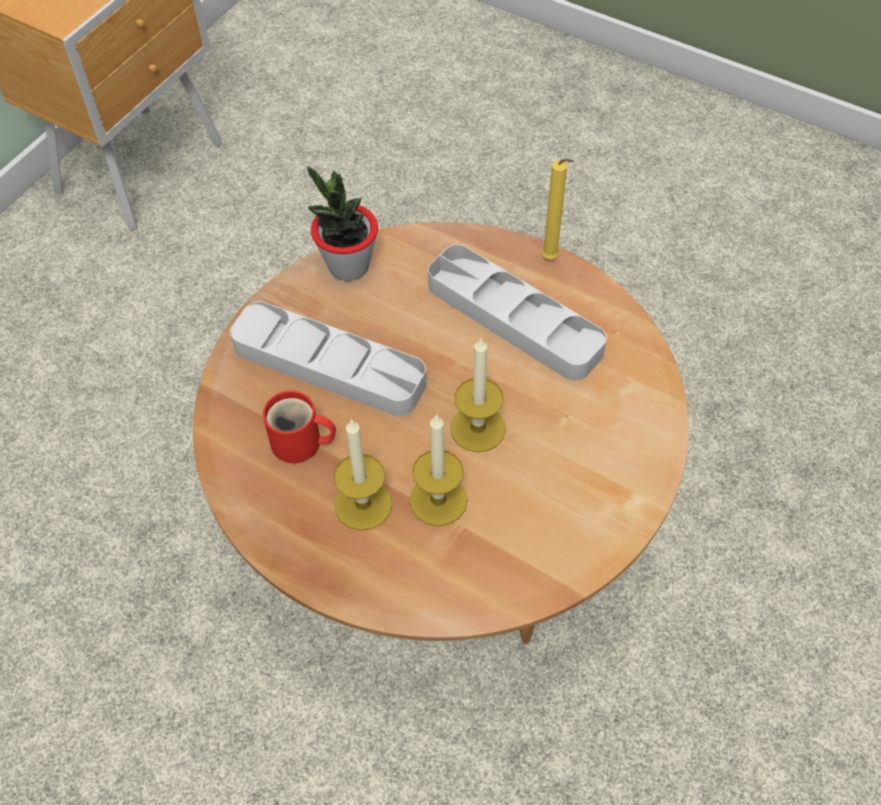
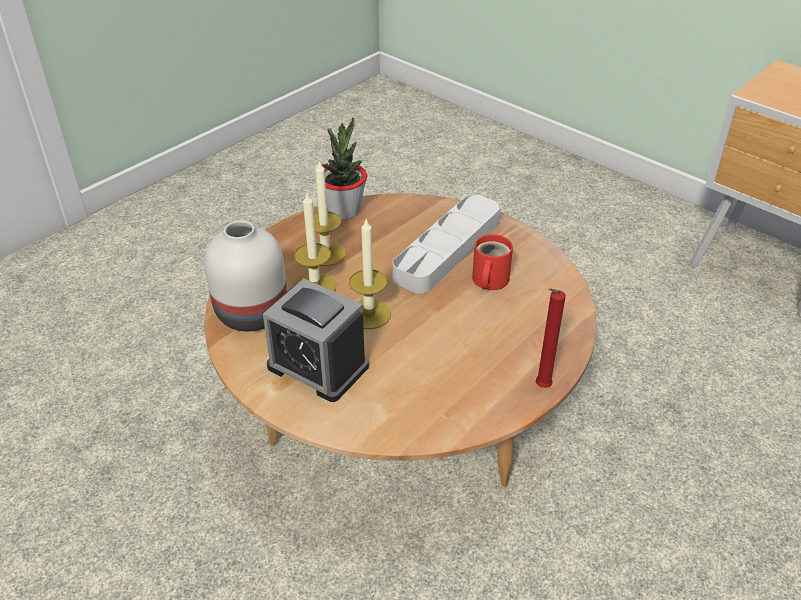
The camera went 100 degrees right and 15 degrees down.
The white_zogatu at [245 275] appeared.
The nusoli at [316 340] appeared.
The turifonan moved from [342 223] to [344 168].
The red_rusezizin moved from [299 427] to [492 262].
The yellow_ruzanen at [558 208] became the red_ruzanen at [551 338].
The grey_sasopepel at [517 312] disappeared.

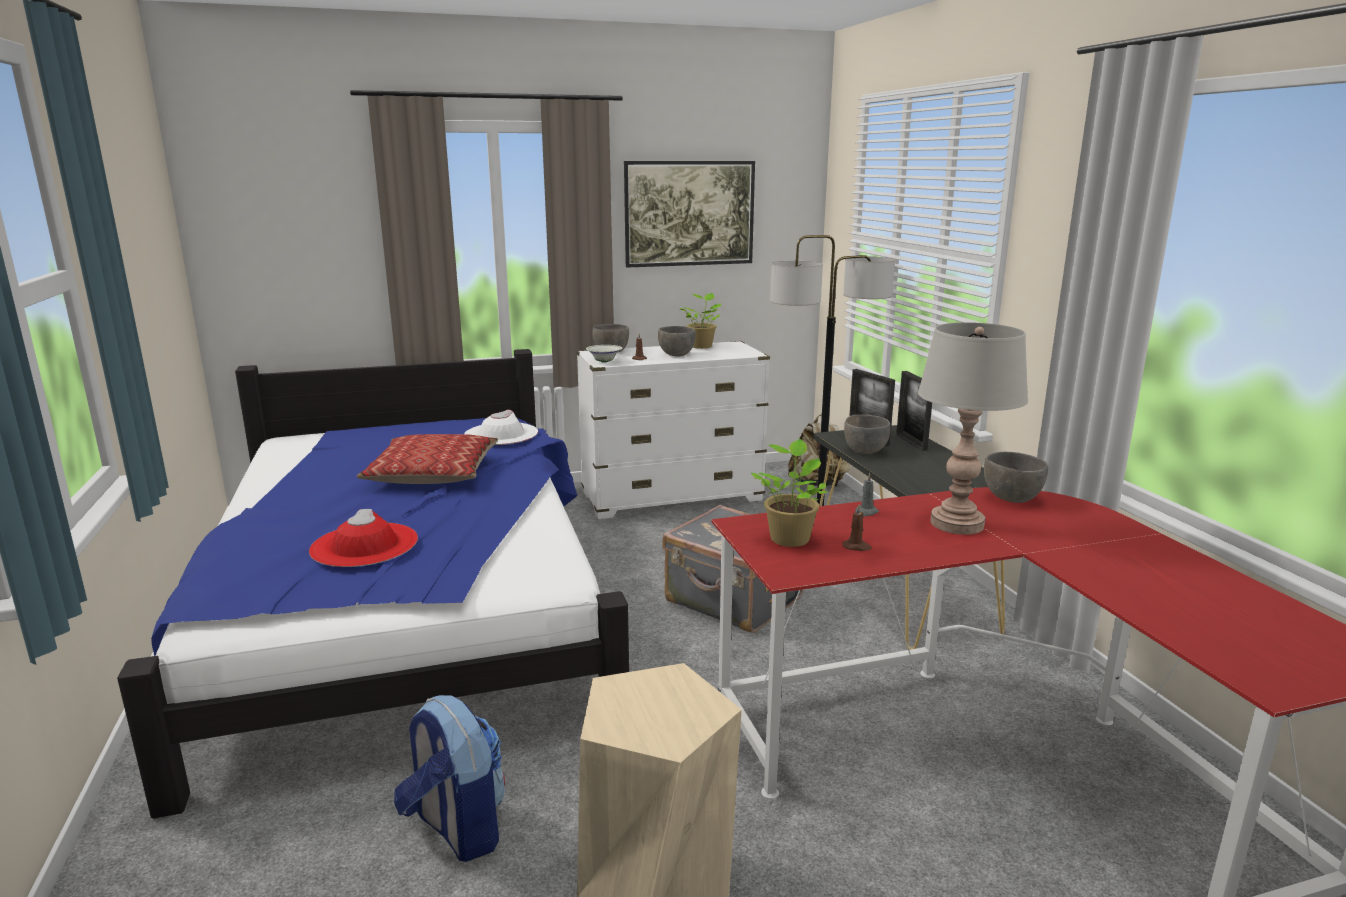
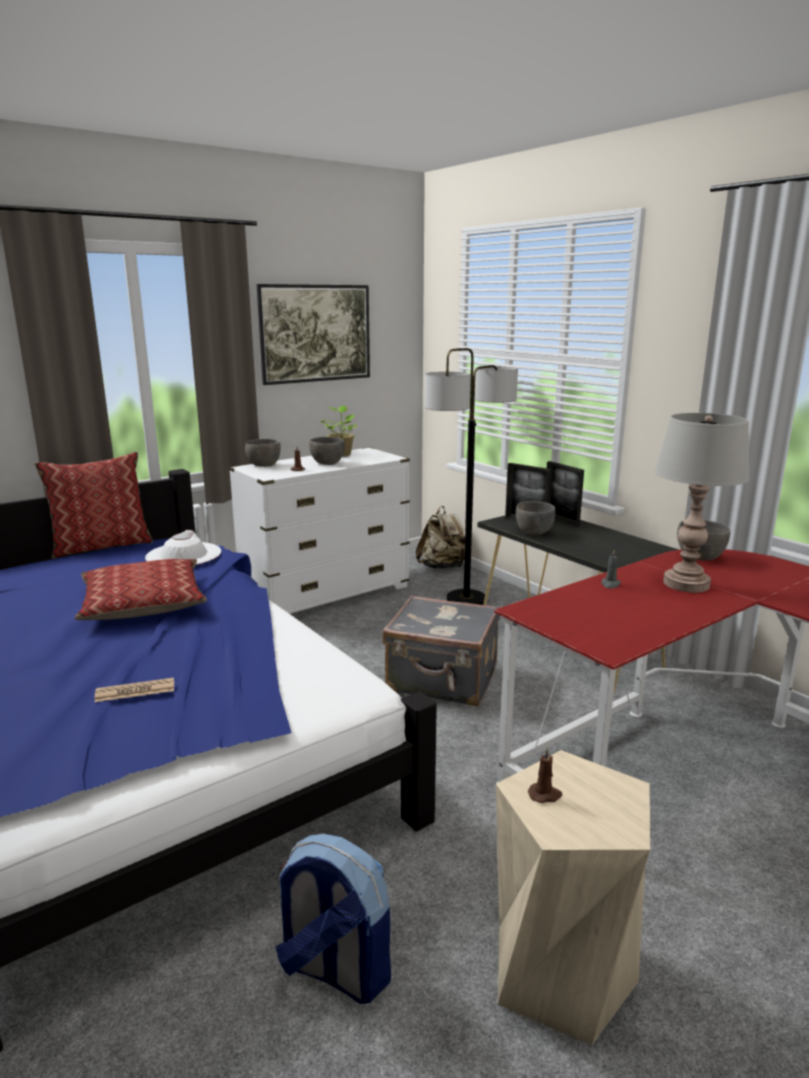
The camera went 20 degrees left and 0 degrees up.
The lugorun at [93 505] appeared.
The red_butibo at [363 538] was replaced by the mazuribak at [134 690].
The brown_ruzanen moved from [857 528] to [545 775].
The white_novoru at [604 354] disappeared.
The turifonan at [789 493] disappeared.

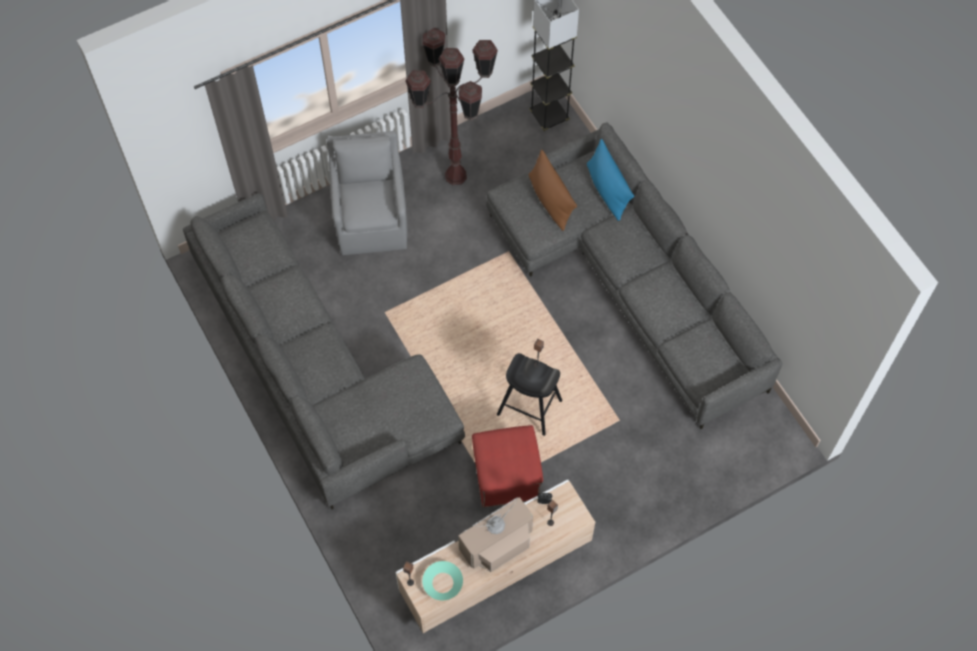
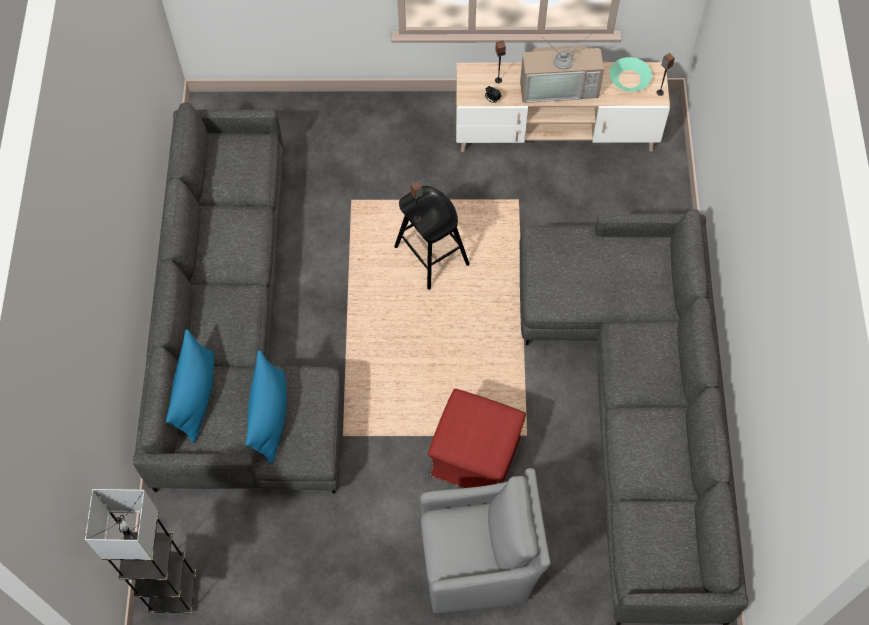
The camera went 150 degrees left and 0 degrees up.
The brown_lugorun at [553 190] became the blue_lugorun at [266 407].
The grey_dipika at [366 193] turned 120 degrees counterclockwise.
The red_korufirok moved from [507 466] to [477 438].
The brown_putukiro at [451 106] disappeared.

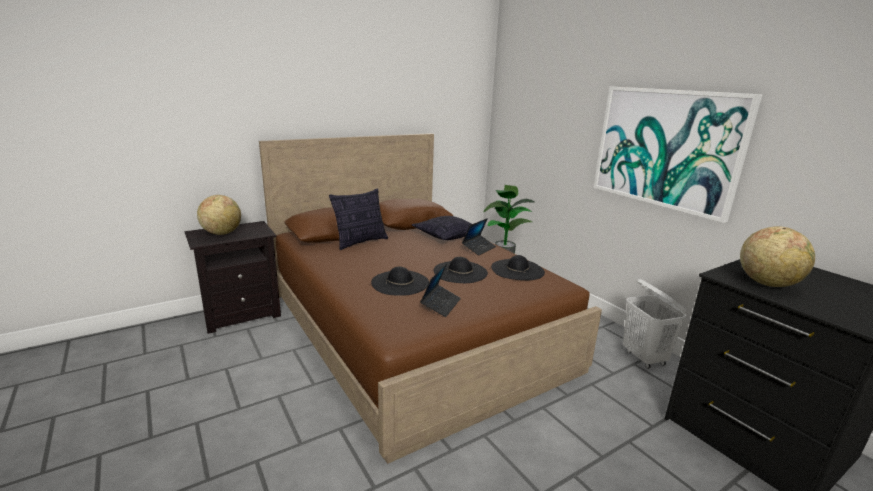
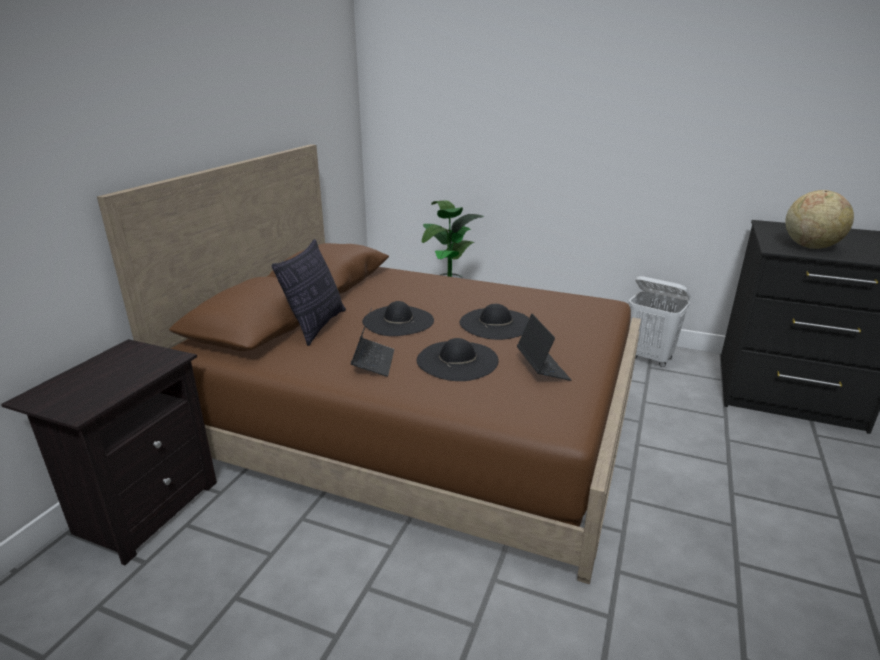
The camera went 35 degrees left and 5 degrees up.
The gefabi moved from [479 237] to [372 342].
The black_butibo moved from [518 267] to [398 318].
The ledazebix at [219 215] disappeared.
The lugorun at [442 228] disappeared.
The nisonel at [678 155] disappeared.

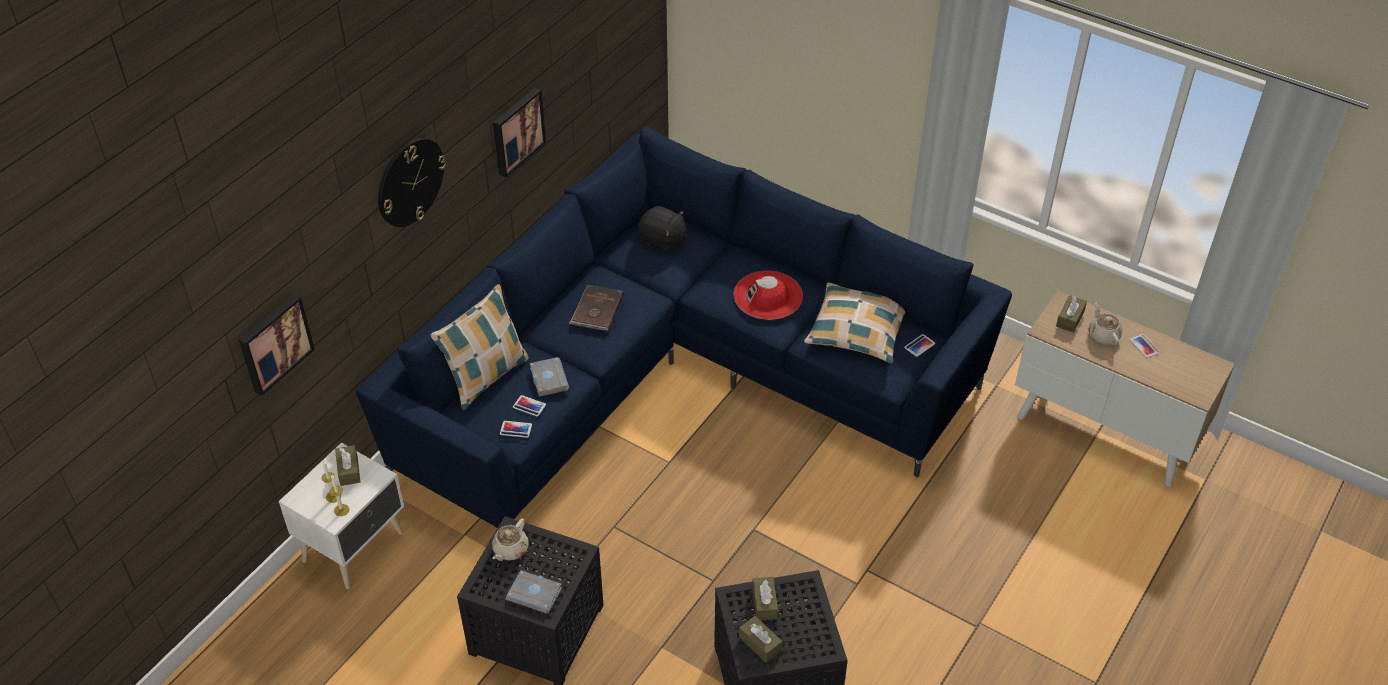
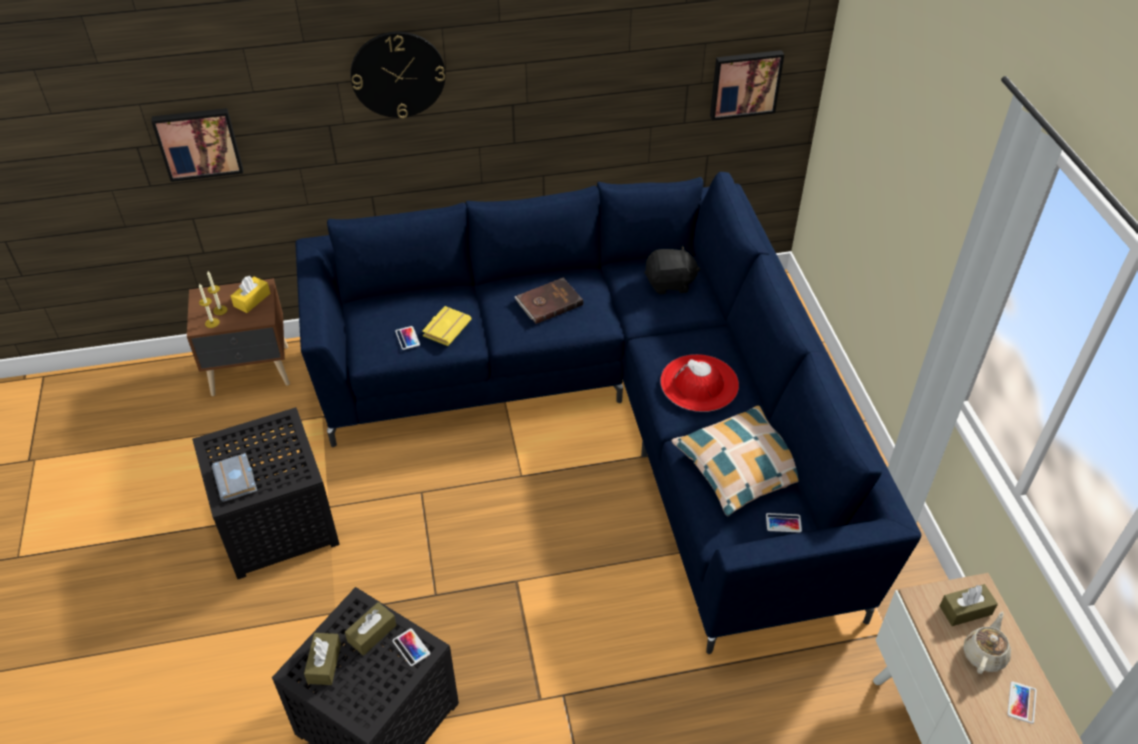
The camera went 45 degrees right and 0 degrees up.
The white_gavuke at [341 516] became the brown_gavuke at [238 337].
The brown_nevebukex at [347 465] became the yellow_nevebukex at [250 294].
The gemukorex moved from [516 429] to [411 647].
The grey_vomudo at [549 377] became the yellow_vomudo at [447 326].
The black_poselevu at [663 229] turned 75 degrees counterclockwise.
The nisonel moved from [519 133] to [747 85].
The lugorun at [479 347] disappeared.
The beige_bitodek at [510 539] disappeared.

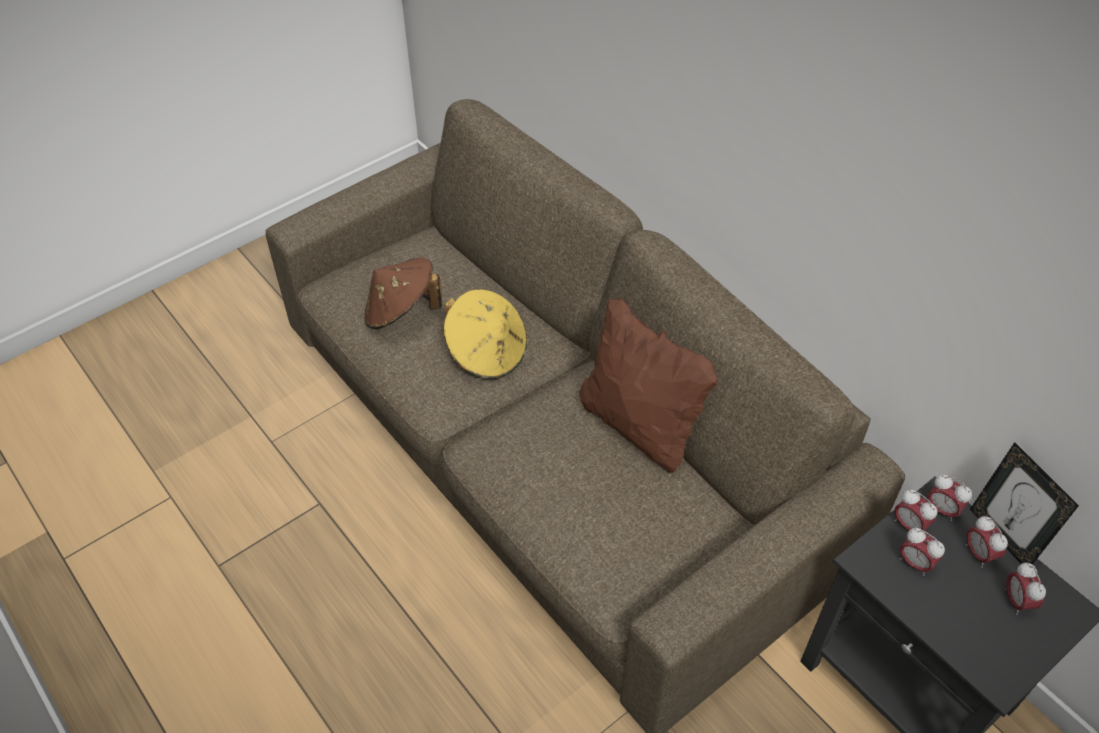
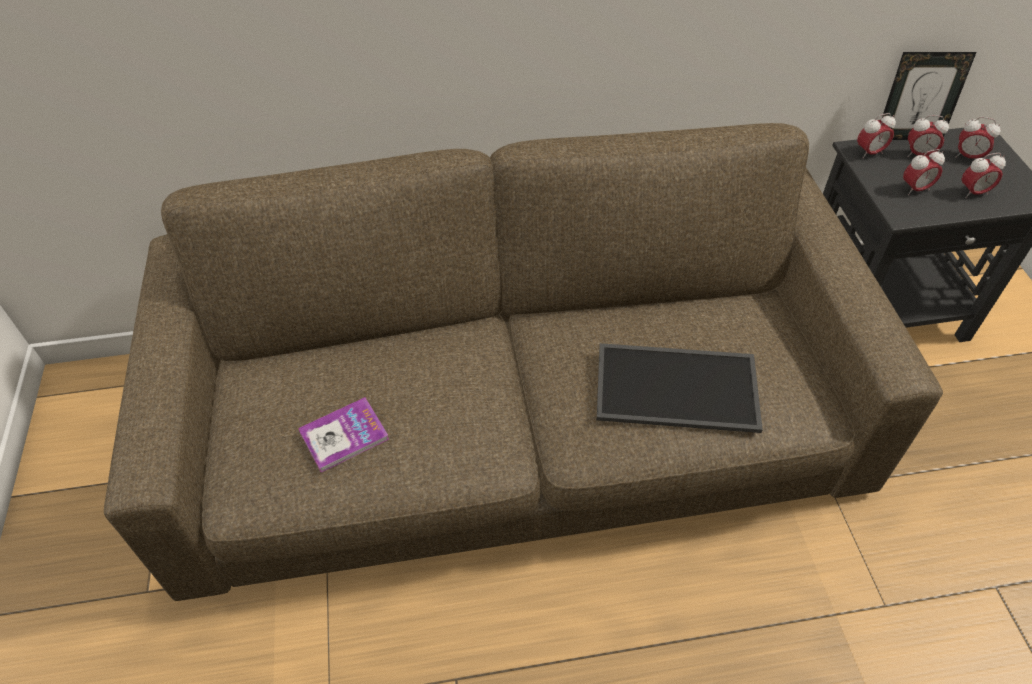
The camera went 60 degrees left and 0 degrees up.
The brown_butibo at [403 293] was replaced by the vomudo at [343 434].
The sasopepel at [680 388] appeared.
The nusoli moved from [915 510] to [983 175].
The yellow_butibo at [485 334] disappeared.
The brown_lugorun at [648 385] disappeared.

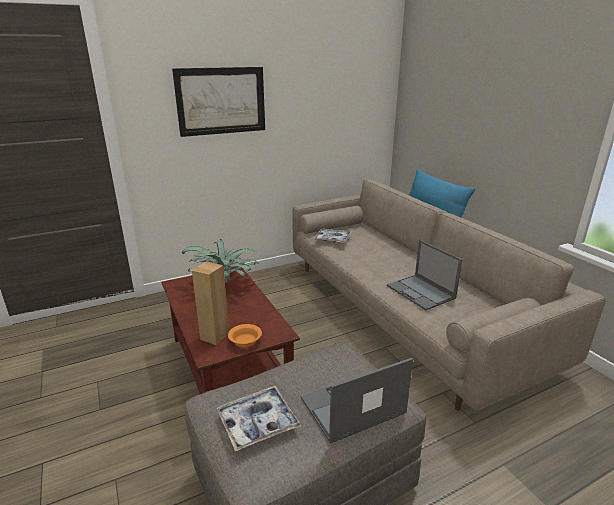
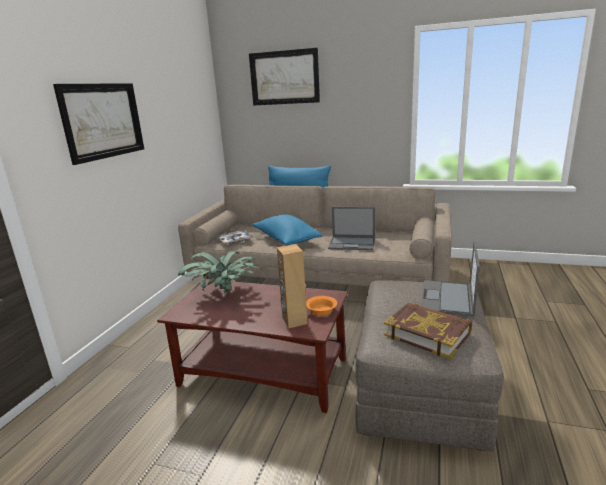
The camera went 45 degrees left and 5 degrees down.
The nisonel at [284 76] appeared.
The blue_lugorun at [287 229] appeared.
The sasopepel at [259 418] was replaced by the vomudo at [428 331].

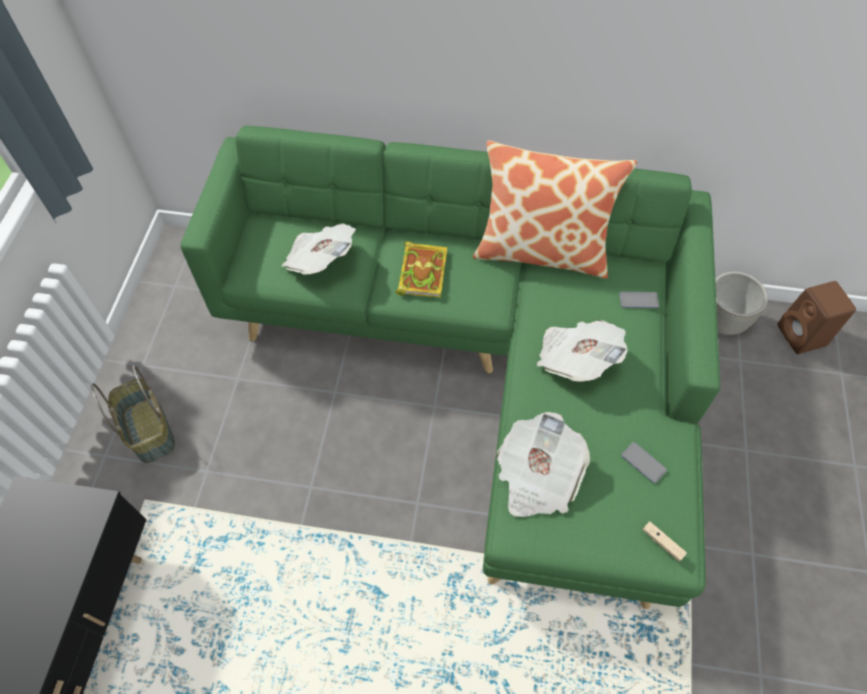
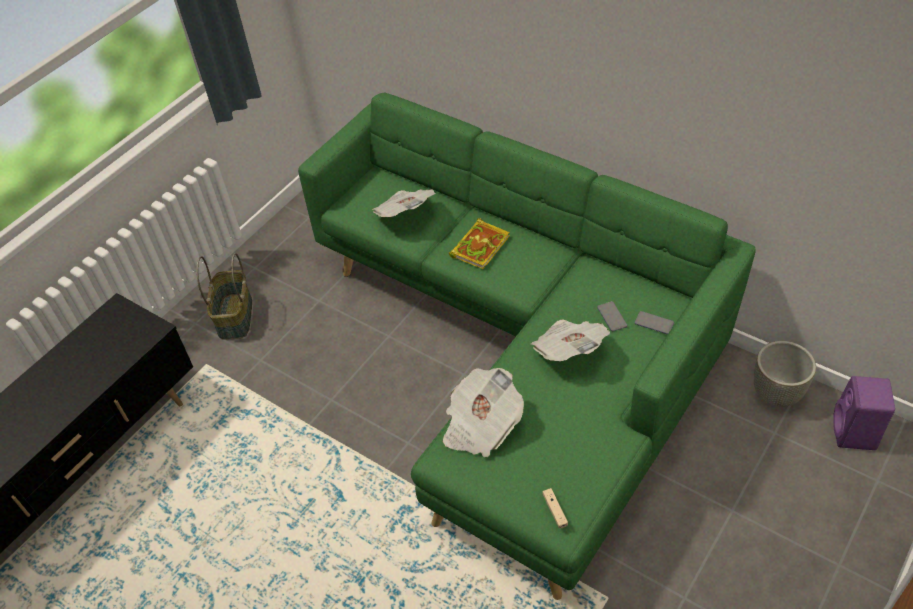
The camera went 30 degrees right and 10 degrees down.
The gemukorex moved from [644 462] to [612 316].
The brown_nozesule at [816 317] became the purple_nozesule at [864 413].
The lugorun at [555 210] disappeared.

